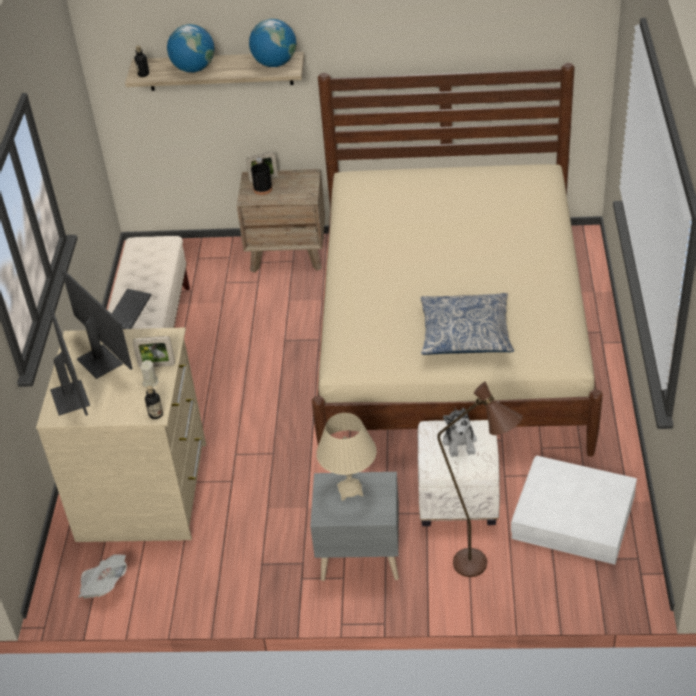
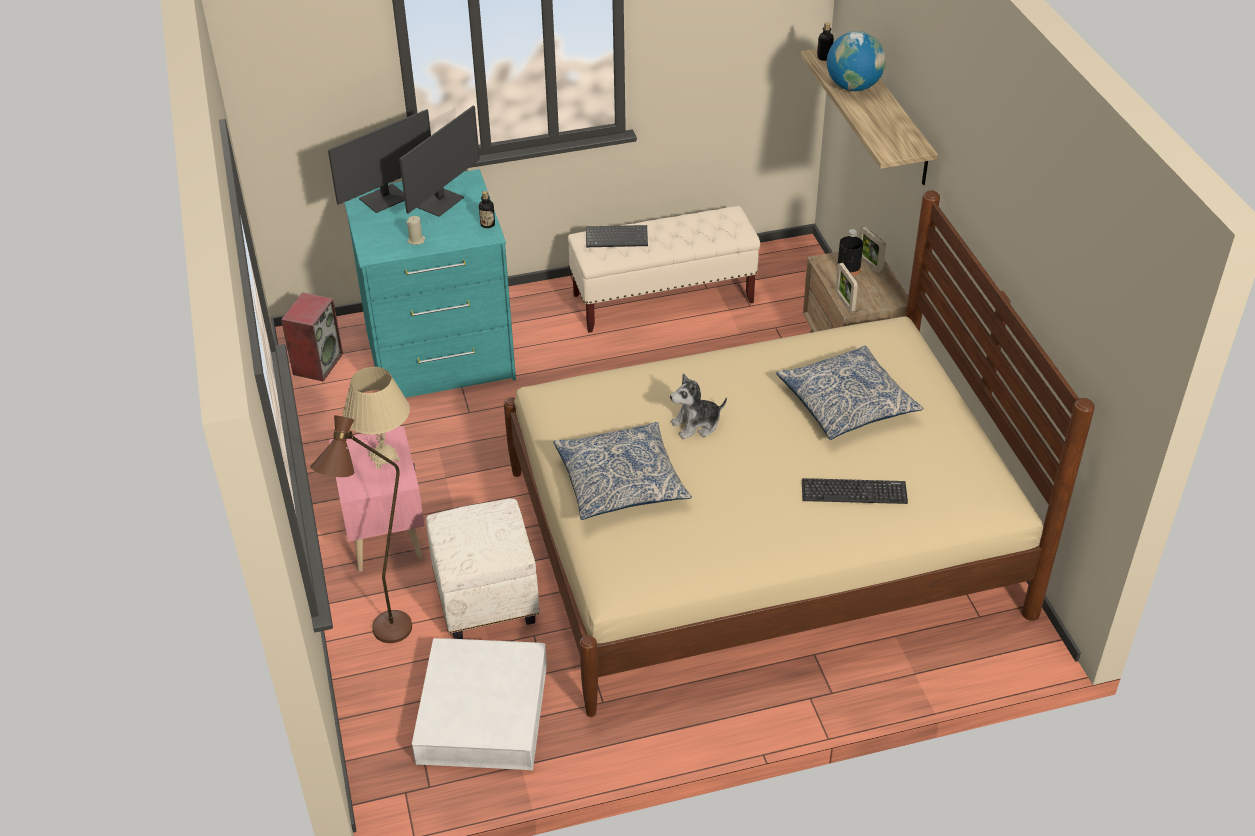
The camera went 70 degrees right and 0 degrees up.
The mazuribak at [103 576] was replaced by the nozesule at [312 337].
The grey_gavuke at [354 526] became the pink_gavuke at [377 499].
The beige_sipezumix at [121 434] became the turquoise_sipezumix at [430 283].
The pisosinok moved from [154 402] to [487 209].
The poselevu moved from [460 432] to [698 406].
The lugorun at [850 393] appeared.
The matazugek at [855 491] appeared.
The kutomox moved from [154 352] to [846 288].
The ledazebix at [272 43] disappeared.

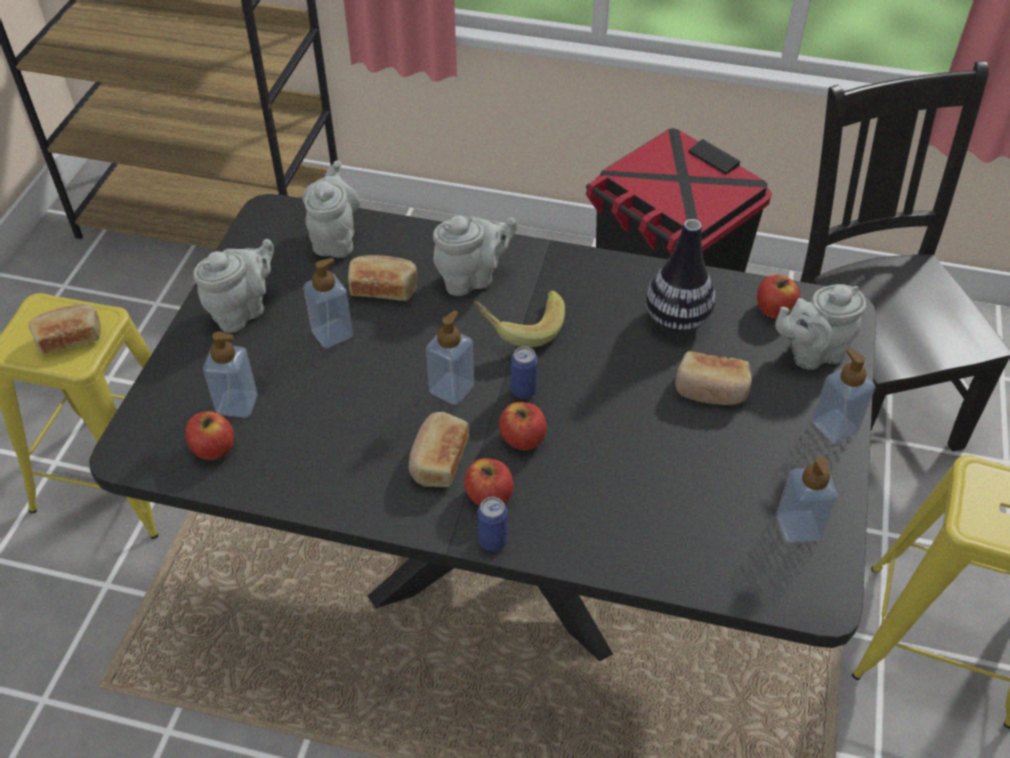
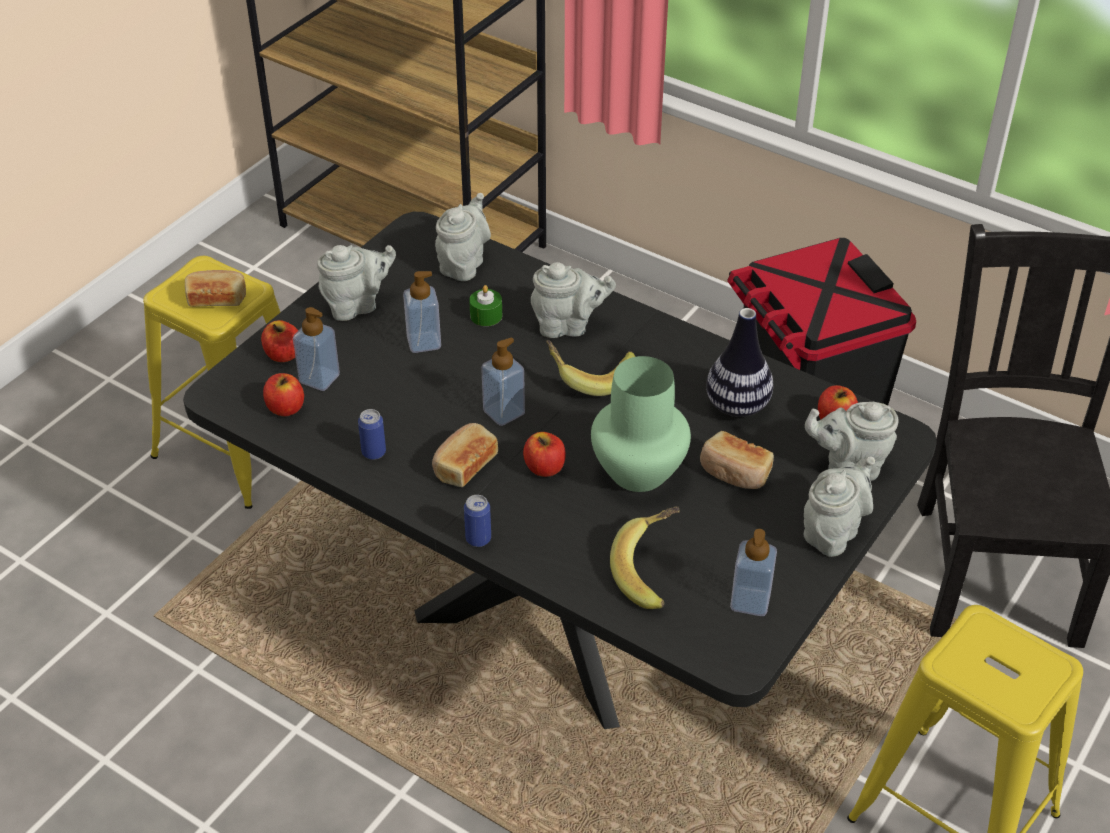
The camera went 20 degrees right and 5 degrees down.
The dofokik moved from [488 482] to [279 341].
The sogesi moved from [524 372] to [372 434].
The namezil at [382 278] was replaced by the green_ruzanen at [485 305].
The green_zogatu at [641 424] appeared.
The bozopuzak at [644 557] appeared.
The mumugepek at [844 395] was replaced by the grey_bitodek at [839 506].

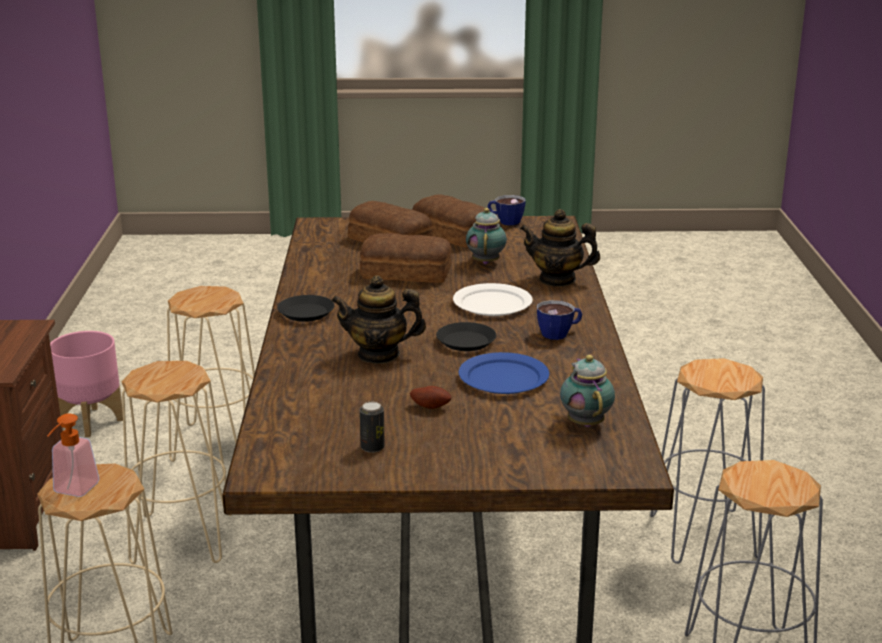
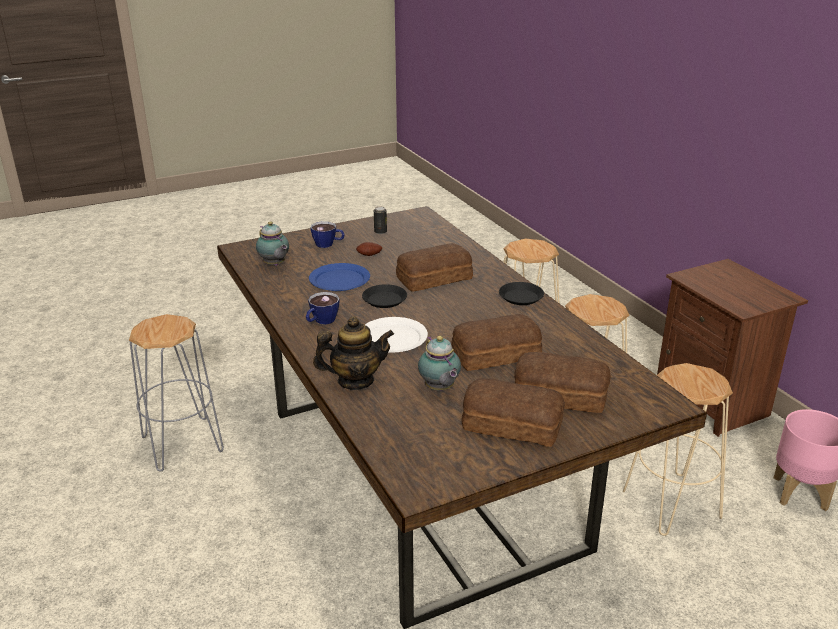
The camera went 155 degrees right and 5 degrees up.
The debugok moved from [506 210] to [328 234].
The bitodek at [378 319] was replaced by the namezil at [434 267].
The mumugepek at [73 455] disappeared.
The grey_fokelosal at [707 461] disappeared.

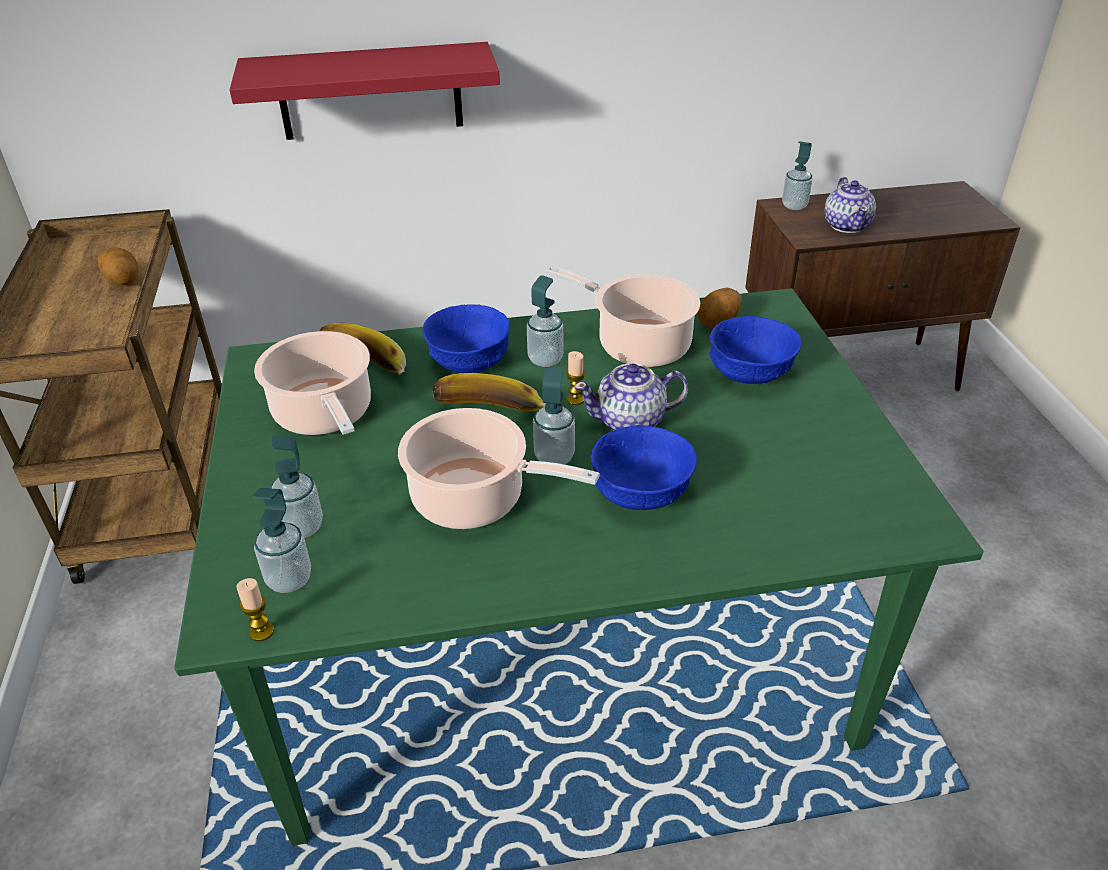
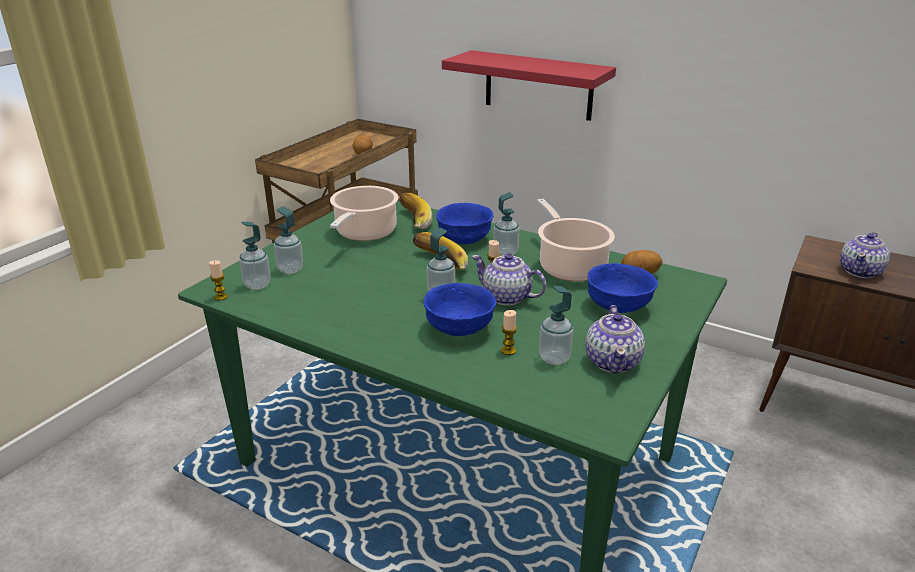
The camera went 40 degrees right and 10 degrees down.
The ruzanen at [509 332] appeared.
The mumugepek moved from [797 175] to [556 325].
The bitodek at [615 339] appeared.
The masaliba at [499 468] disappeared.

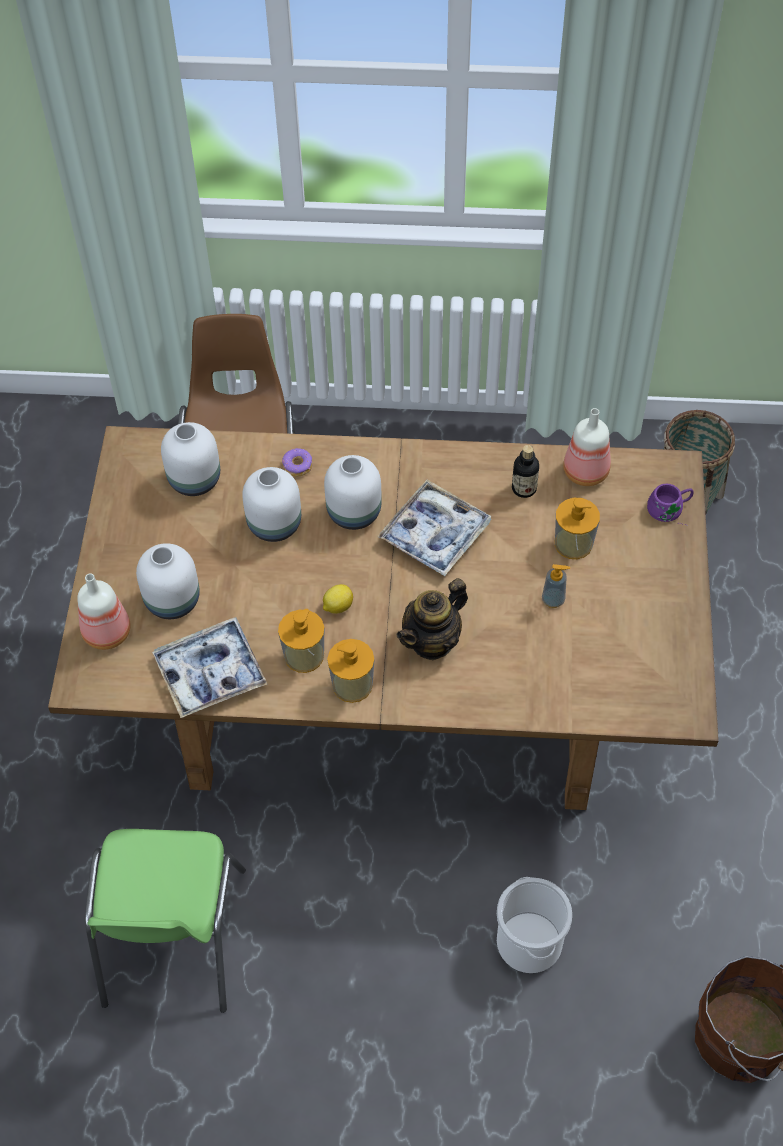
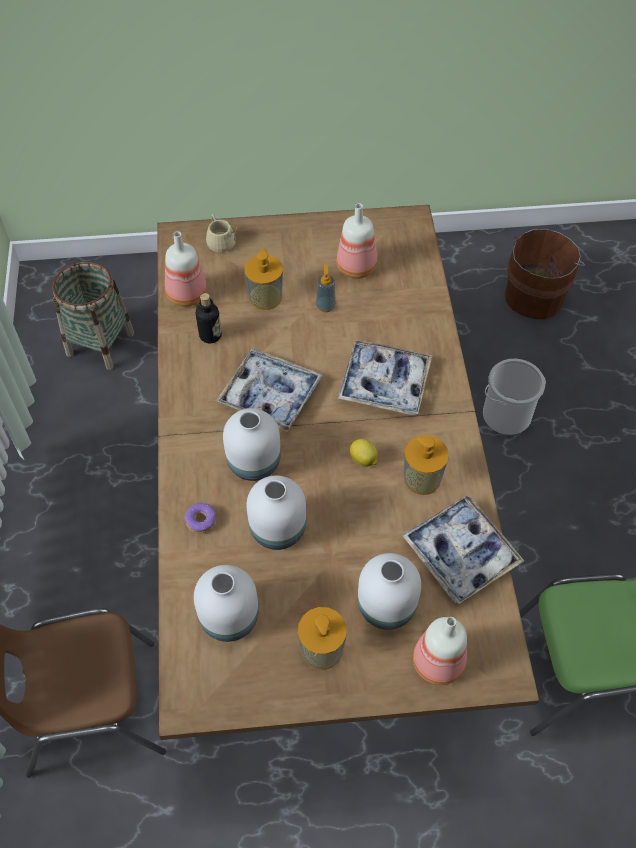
The camera went 100 degrees left and 0 degrees up.
The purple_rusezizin at [670 505] became the beige_rusezizin at [221 233].
The mumugepek moved from [350 671] to [322 638].
The pisosinok at [356 241] appeared.
The bitodek at [432 619] was replaced by the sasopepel at [385 377].

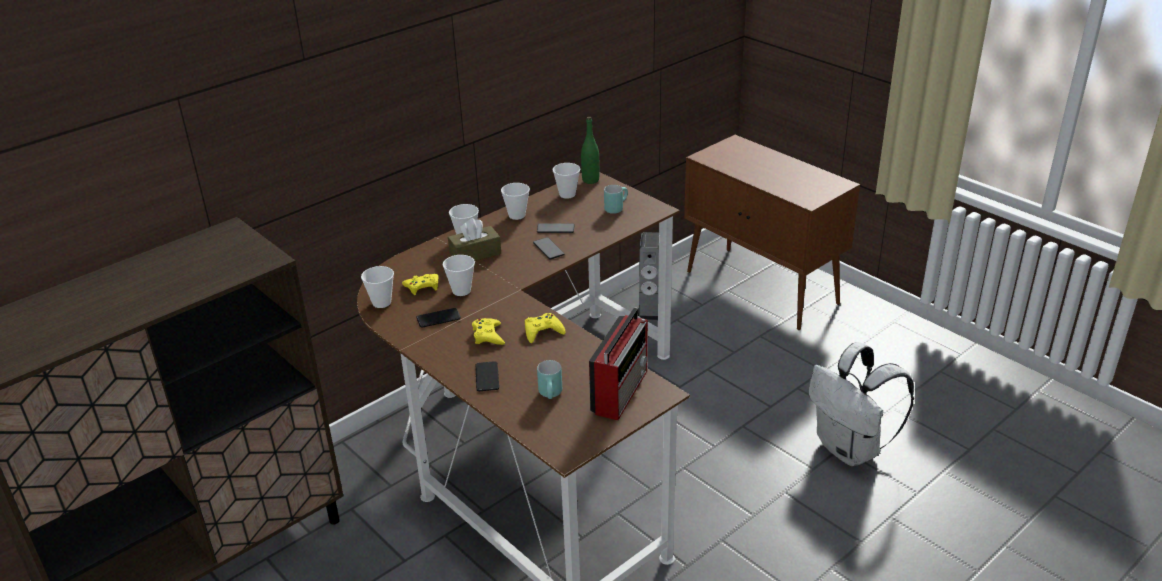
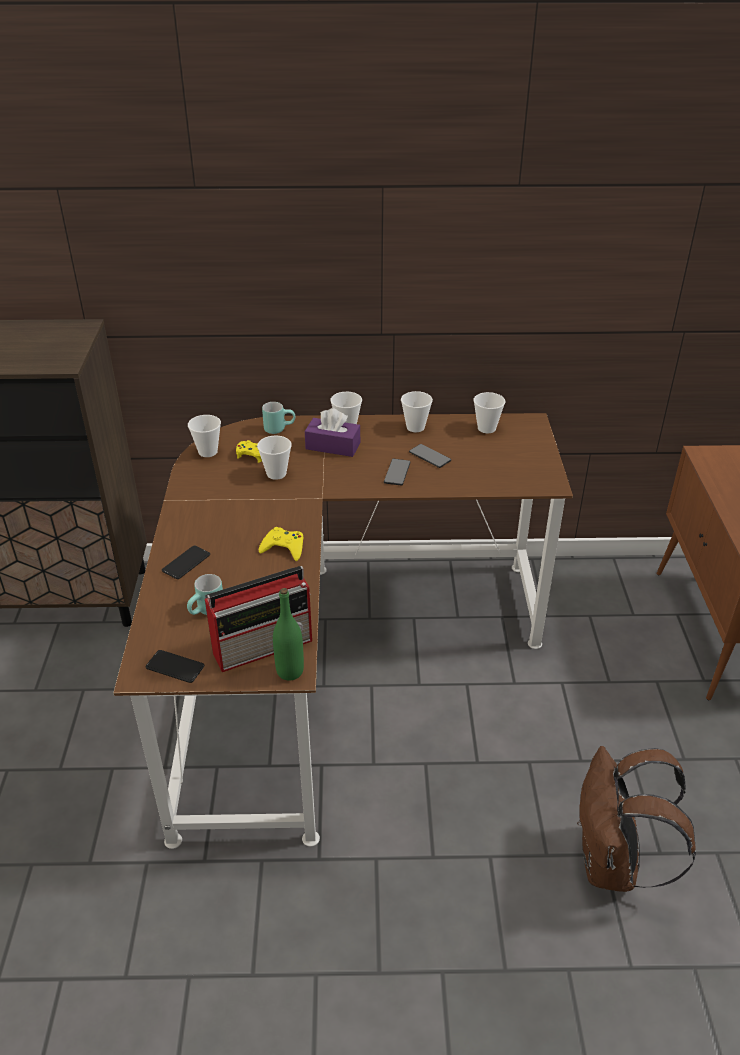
The camera went 40 degrees right and 5 degrees up.
The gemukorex moved from [438 318] to [175 666].
The turquoise_rusezizin moved from [616 199] to [278 418].
The green_pisosinok moved from [590 150] to [288 634].
The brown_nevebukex at [474 239] became the purple_nevebukex at [332 432].
The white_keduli at [861 404] became the brown_keduli at [636 819].
The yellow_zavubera at [488 331] disappeared.
The nozesule at [648 276] disappeared.

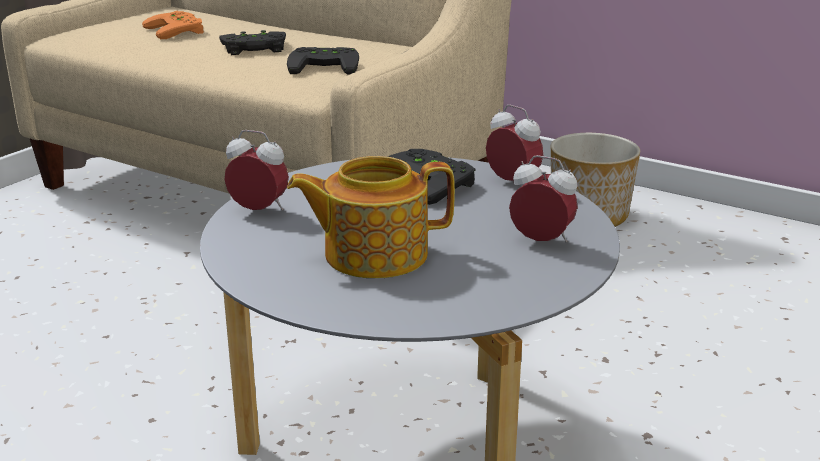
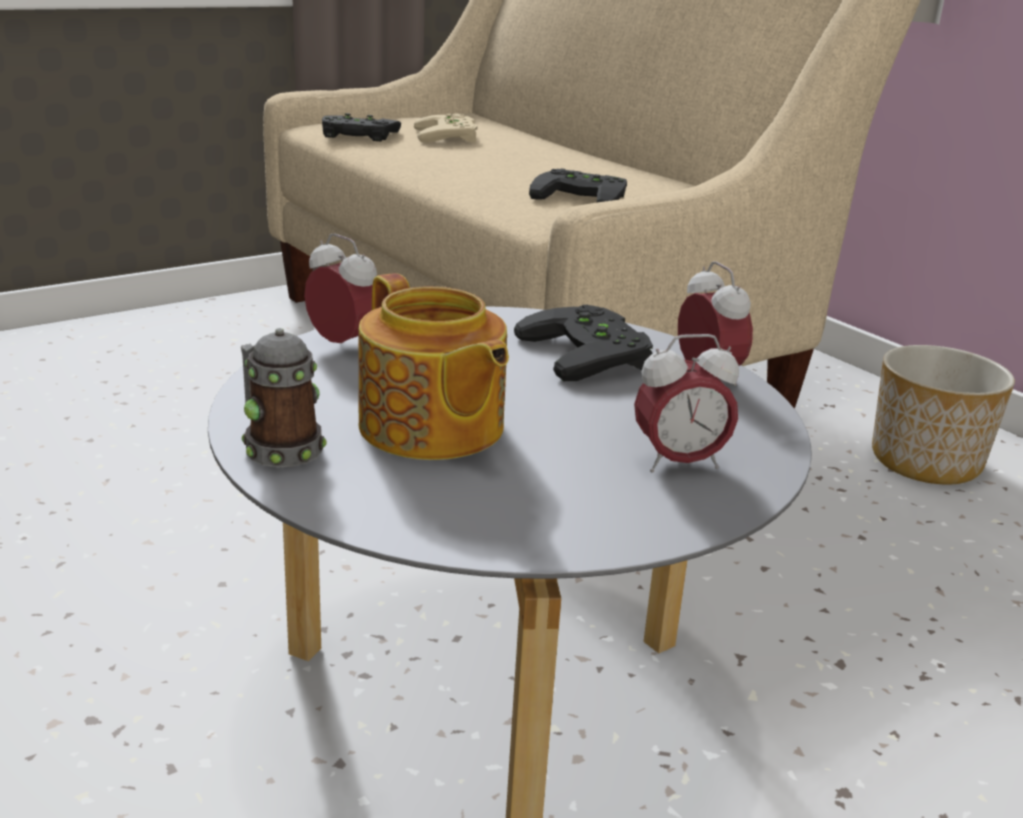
The camera went 20 degrees right and 0 degrees up.
The rusezizin at [284 397] appeared.
The black_zavubera moved from [252 42] to [361 127].
The bitodek at [371 217] turned 135 degrees counterclockwise.
The orange_zavubera at [173 25] became the beige_zavubera at [445 128].
The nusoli at [543 199] turned 120 degrees clockwise.

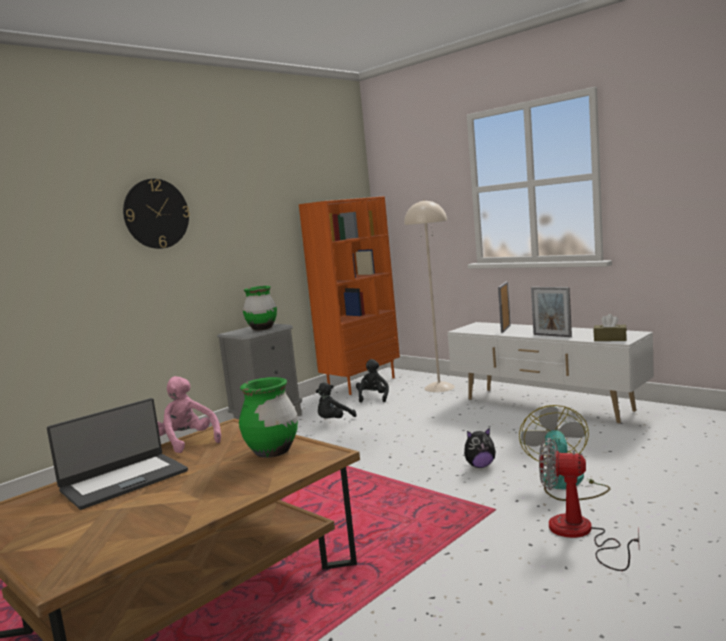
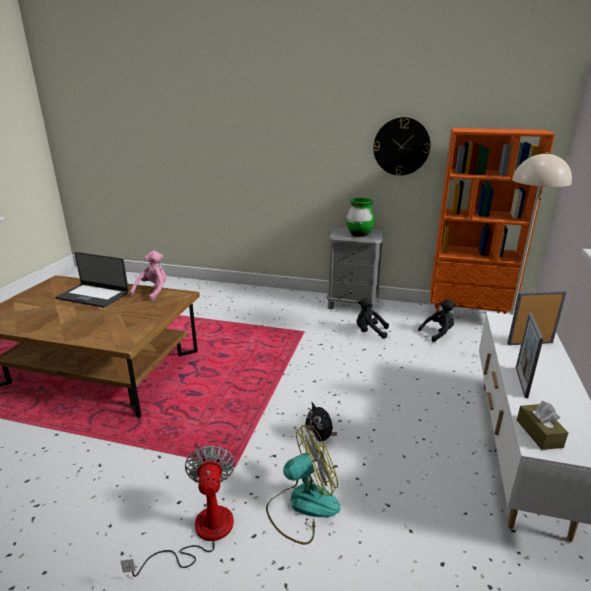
The camera went 60 degrees right and 15 degrees up.
The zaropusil moved from [156 214] to [401 146].
The green_zogatu at [268 417] disappeared.

